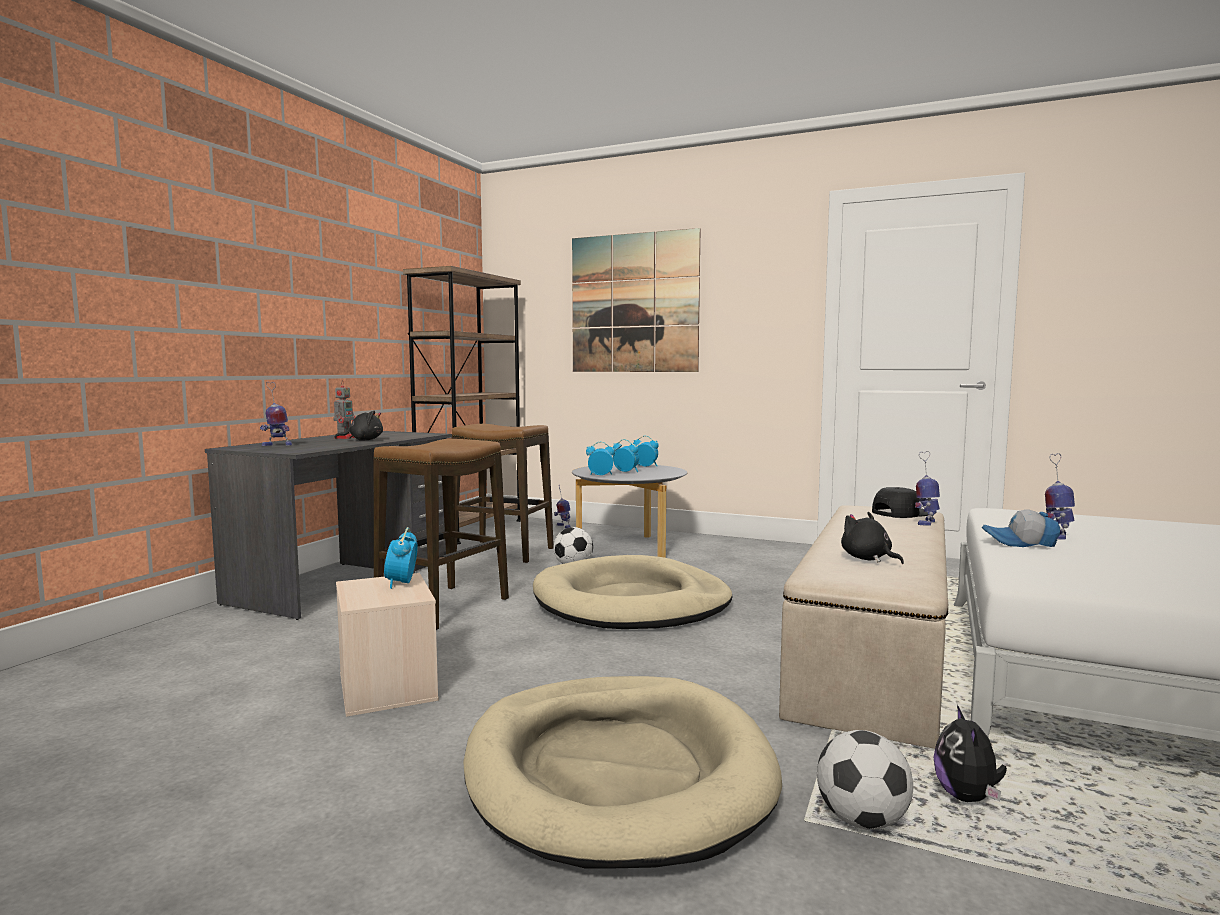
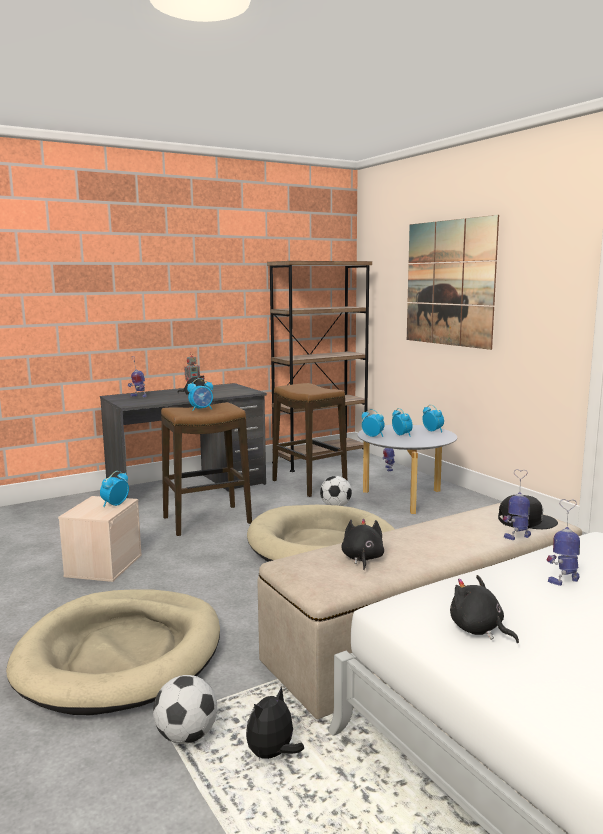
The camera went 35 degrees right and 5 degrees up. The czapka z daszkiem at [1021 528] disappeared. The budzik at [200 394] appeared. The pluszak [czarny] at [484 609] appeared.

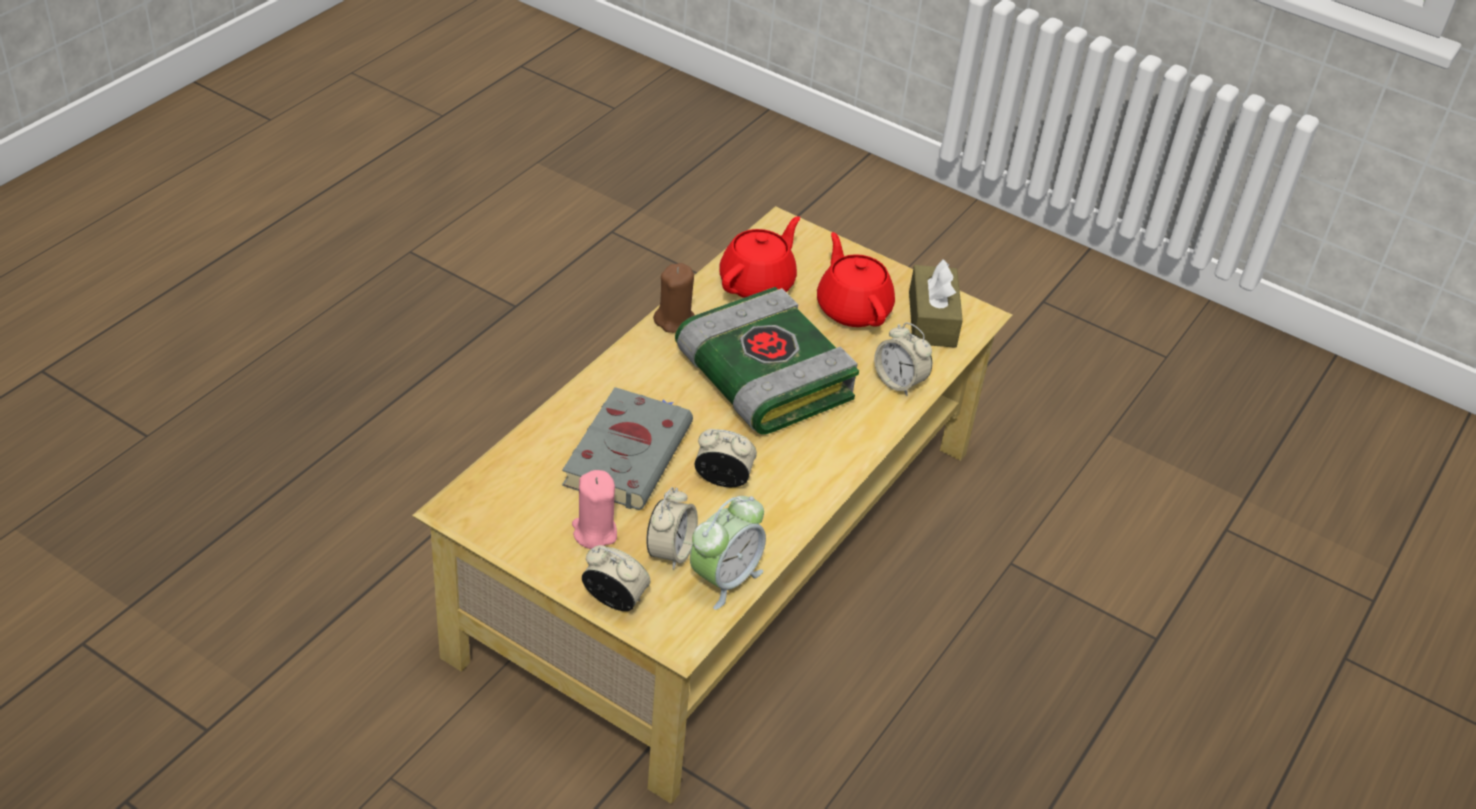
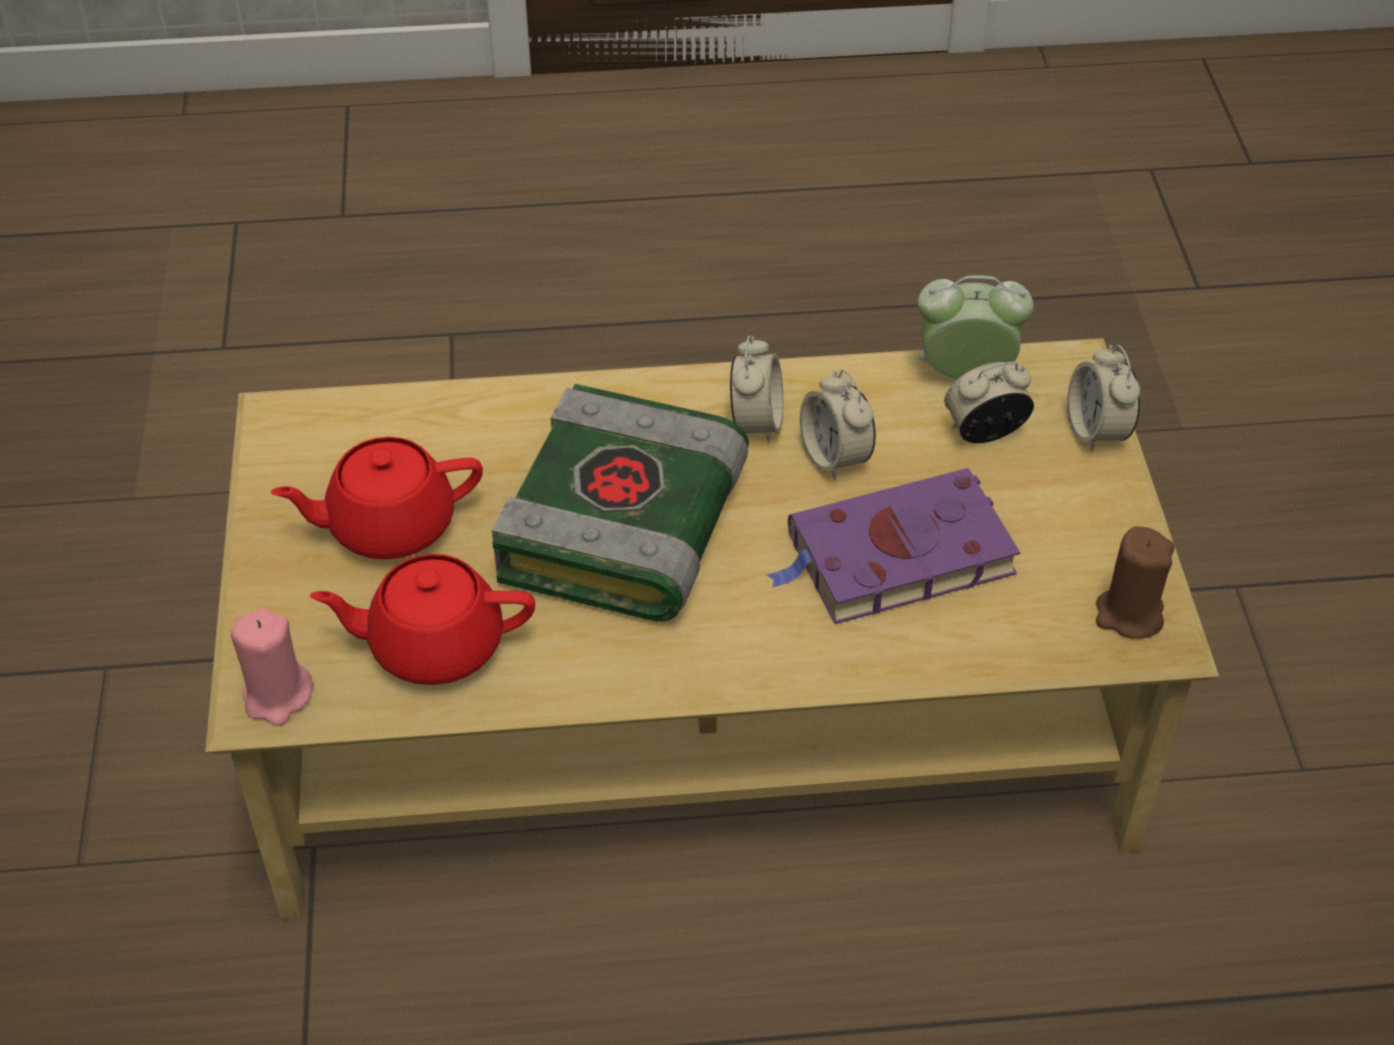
The camera went 125 degrees left and 5 degrees up. The pudełko chusteczek [brązowy] at [936 304] disappeared. The świeca [różowy] moved from [594 509] to [272 667]. The świeca [brązowy] moved from [674 298] to [1135 582]. The budzik moved from [903 359] to [756 389]. The książka [szary] at [627 448] became the książka [fioletowy] at [893 546]. The imbryk [czerwony] at [856 279] turned 45 degrees clockwise.

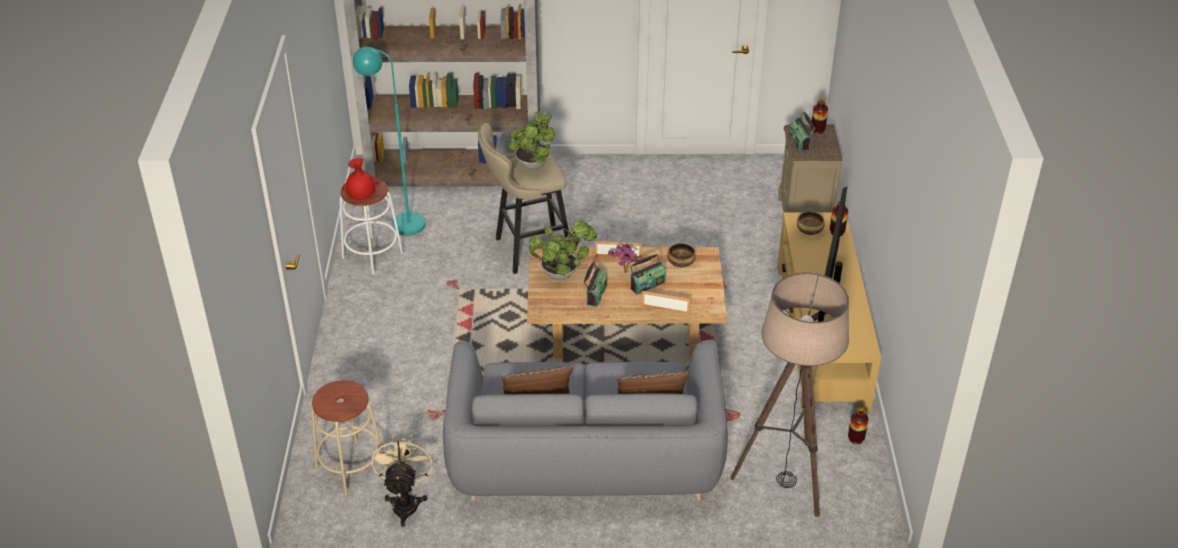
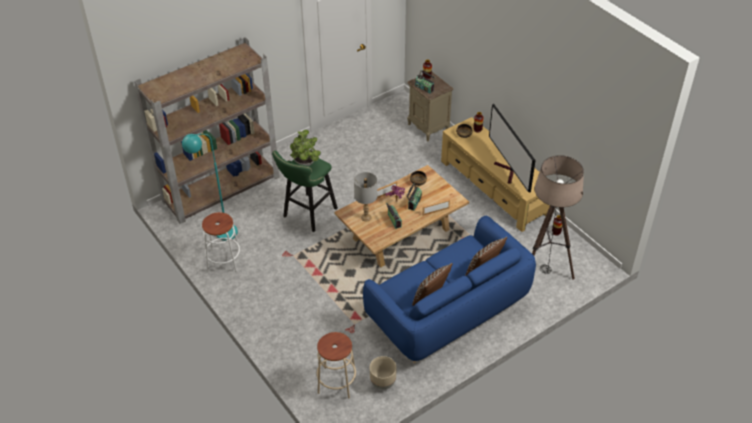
The camera went 35 degrees left and 5 degrees up. The wazon [czerwony] at [360 179] disappeared. The wentylator [beżowy] at [402 480] was replaced by the donica [beżowy] at [383 373]. The roślina doniczkowa at [563 250] was replaced by the lampa stołowa [szary] at [365 196]. The kanapa [szary] at [585 420] became the kanapa [niebieski] at [449 289]. The stołek [beżowy] at [523 198] became the stołek [zielony] at [305 191].

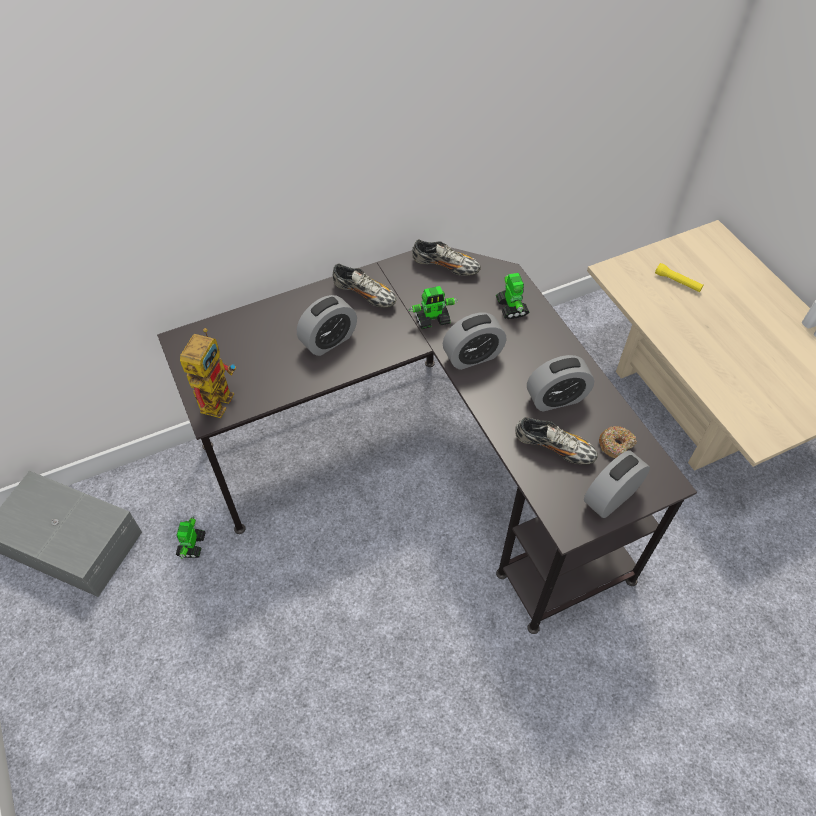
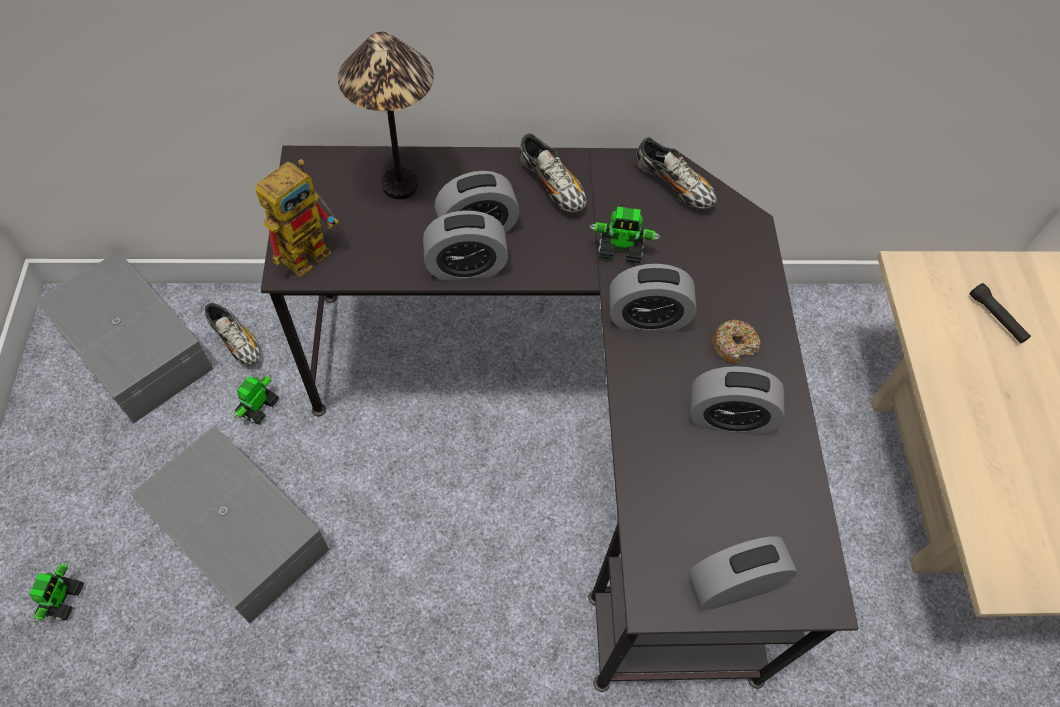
The camera went 20 degrees right and 5 degrees up. The pojemnik do przechowywania [szary] at [229 524] appeared. The lampa stołowa at [386 116] appeared. The budzik at [465 245] appeared. The robot zabawkowy moved from [512 296] to [56 592]. The but moved from [556 440] to [233 334]. The donut moved from [618 442] to [736 342]. The latarka [żółty] at [679 277] became the latarka [czarny] at [1000 313].

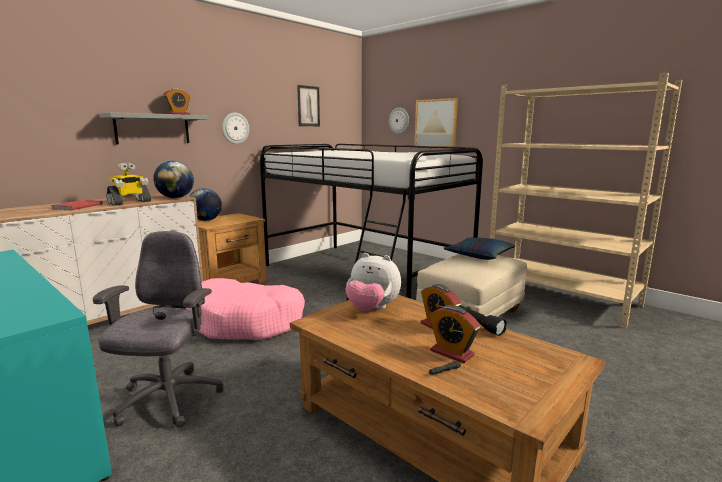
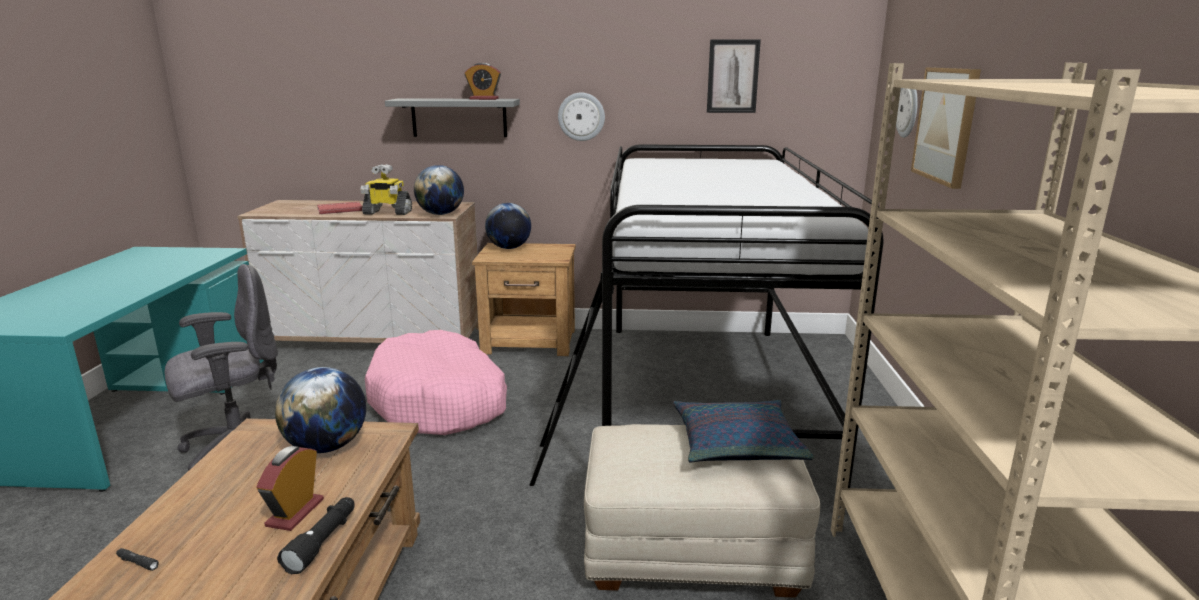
The camera went 50 degrees right and 5 degrees up. The budzik at [454 334] disappeared. The pluszak at [373 282] was replaced by the globus at [320 410].

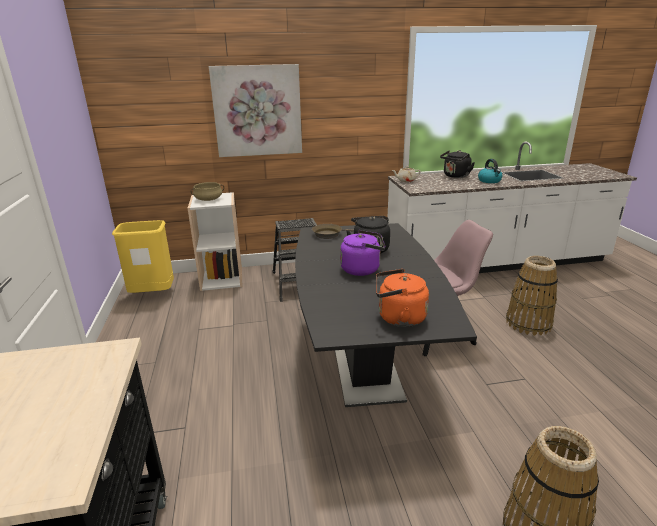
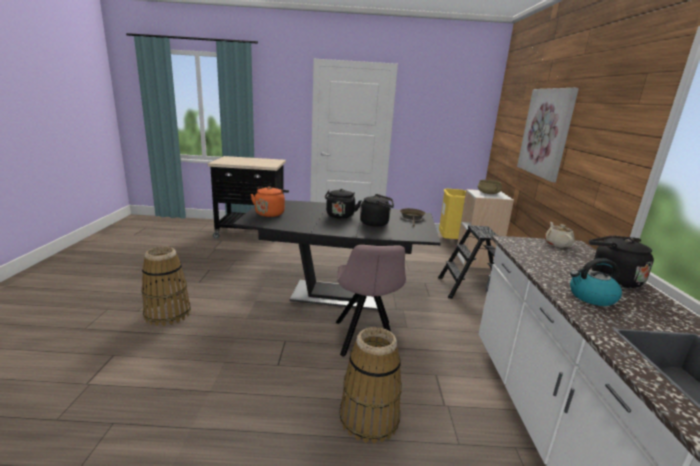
The camera went 100 degrees right and 5 degrees down. The czajnik [fioletowy] at [363 253] became the czajnik [czarny] at [343 204].

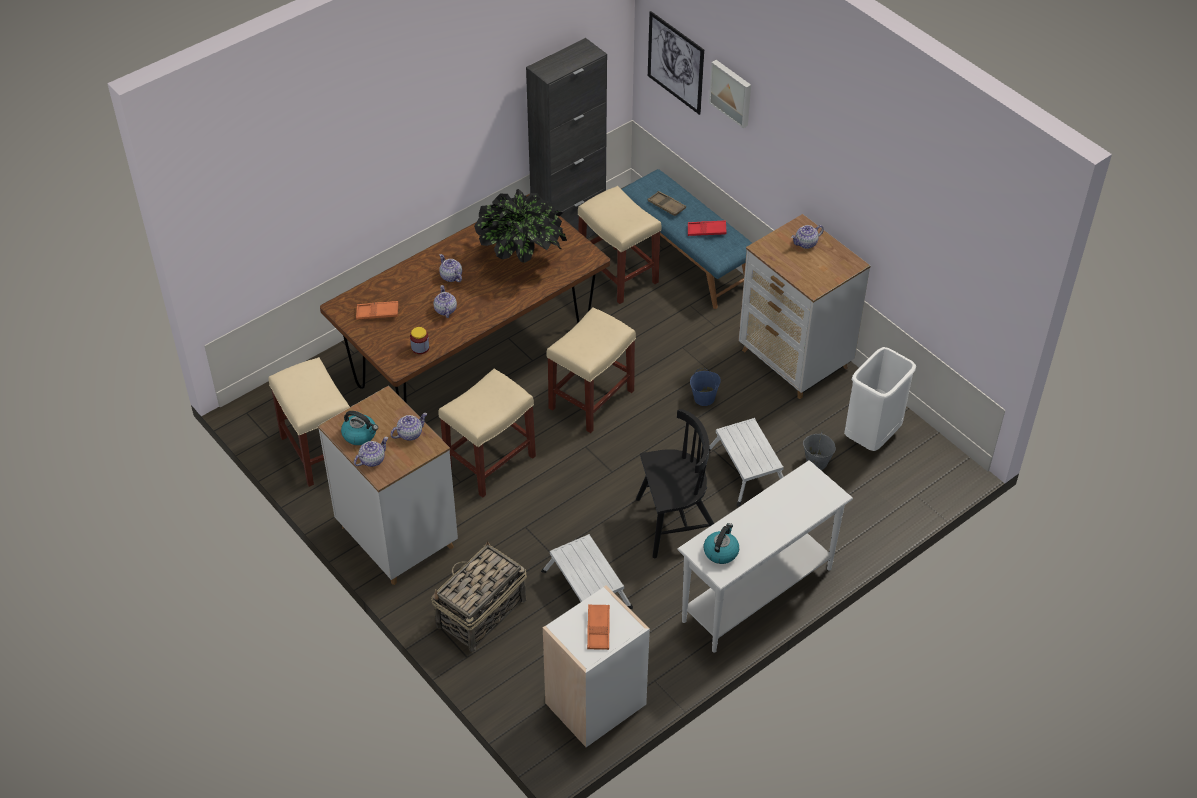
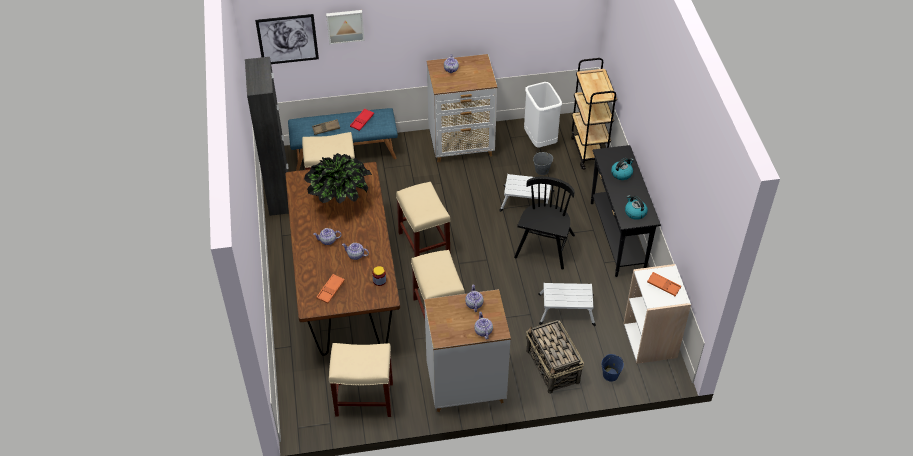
The camera went 60 degrees left and 0 degrees up. The wózek [brązowy] at [594 114] appeared. The czajnik moved from [359 428] to [622 169]. The wiadro [niebieski] moved from [705 387] to [612 368]. The stolik konsolowy [biały] at [765 556] became the stolik konsolowy [czarny] at [626 211].

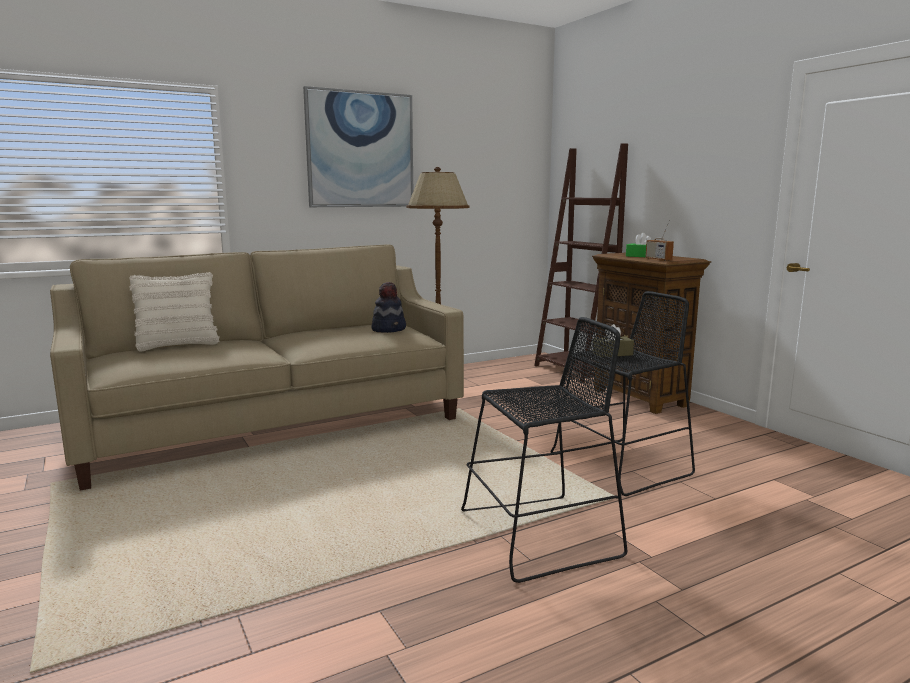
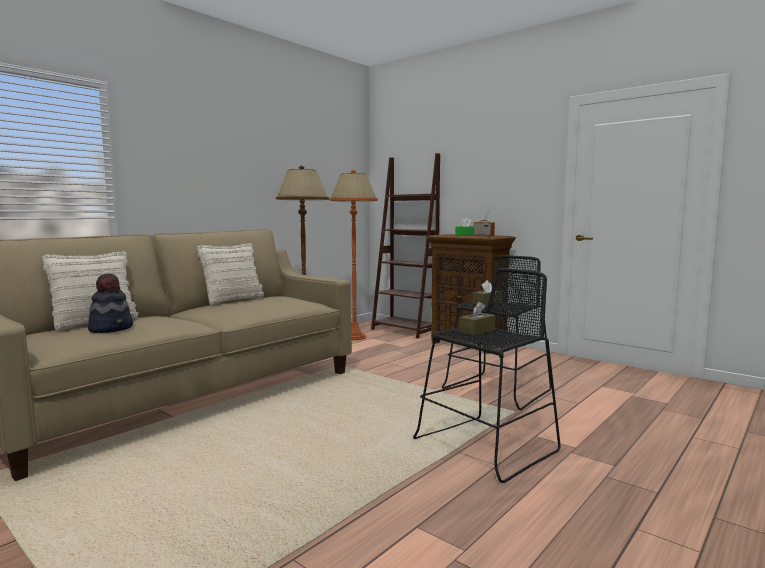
The camera went 20 degrees left and 5 degrees down. The obraz at [358 146] disappeared. The poduszka [beżowy] at [230 274] appeared. The lampa stojąca [pomarańczowy] at [353 255] appeared. The pudełko chusteczek [brązowy] at [477 318] appeared. The kapelusz moved from [388 307] to [110 303].

